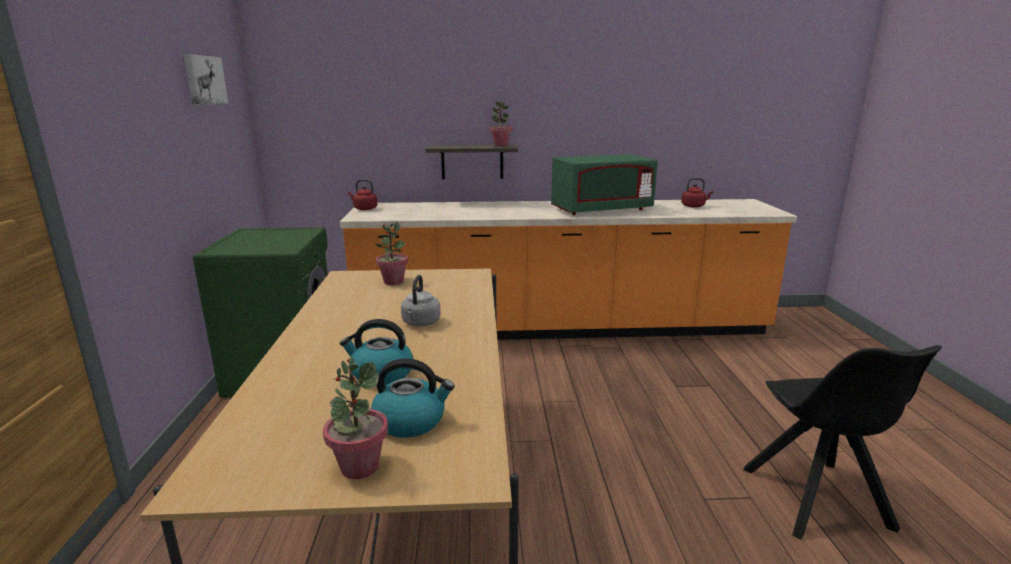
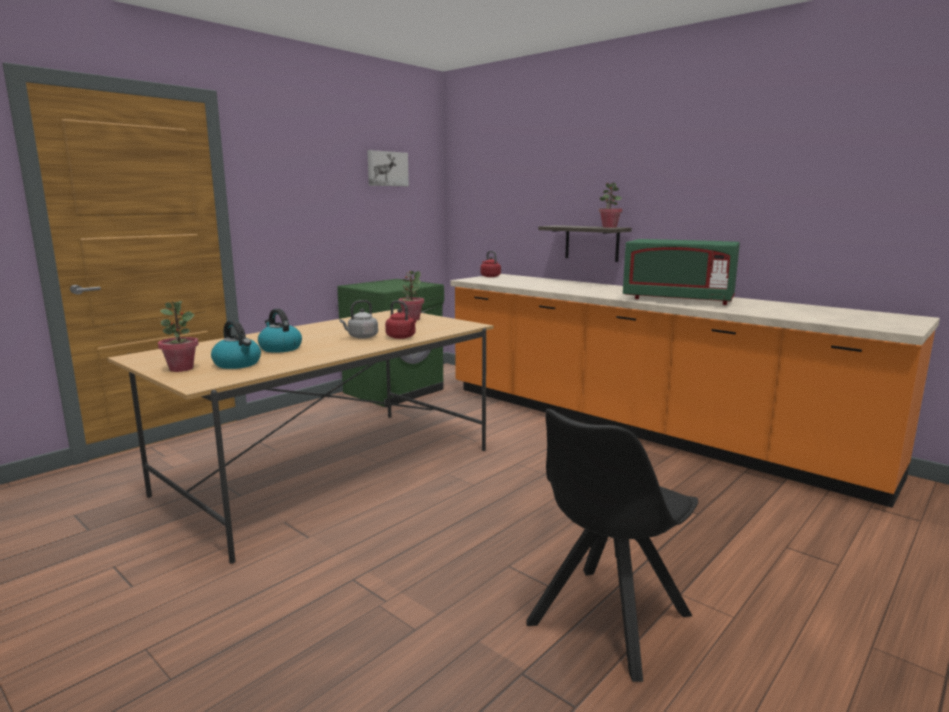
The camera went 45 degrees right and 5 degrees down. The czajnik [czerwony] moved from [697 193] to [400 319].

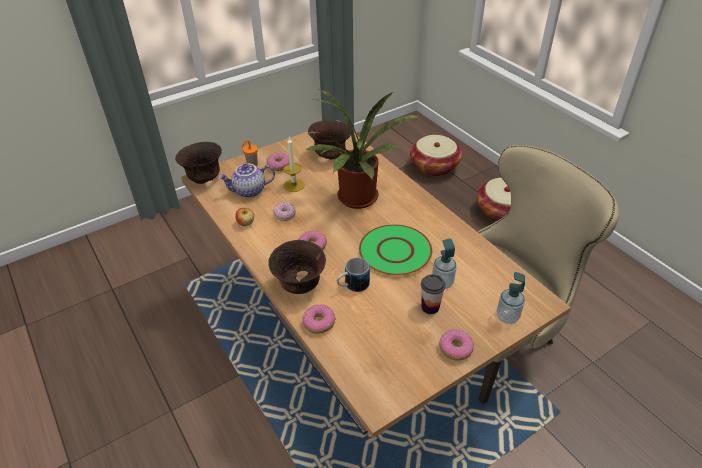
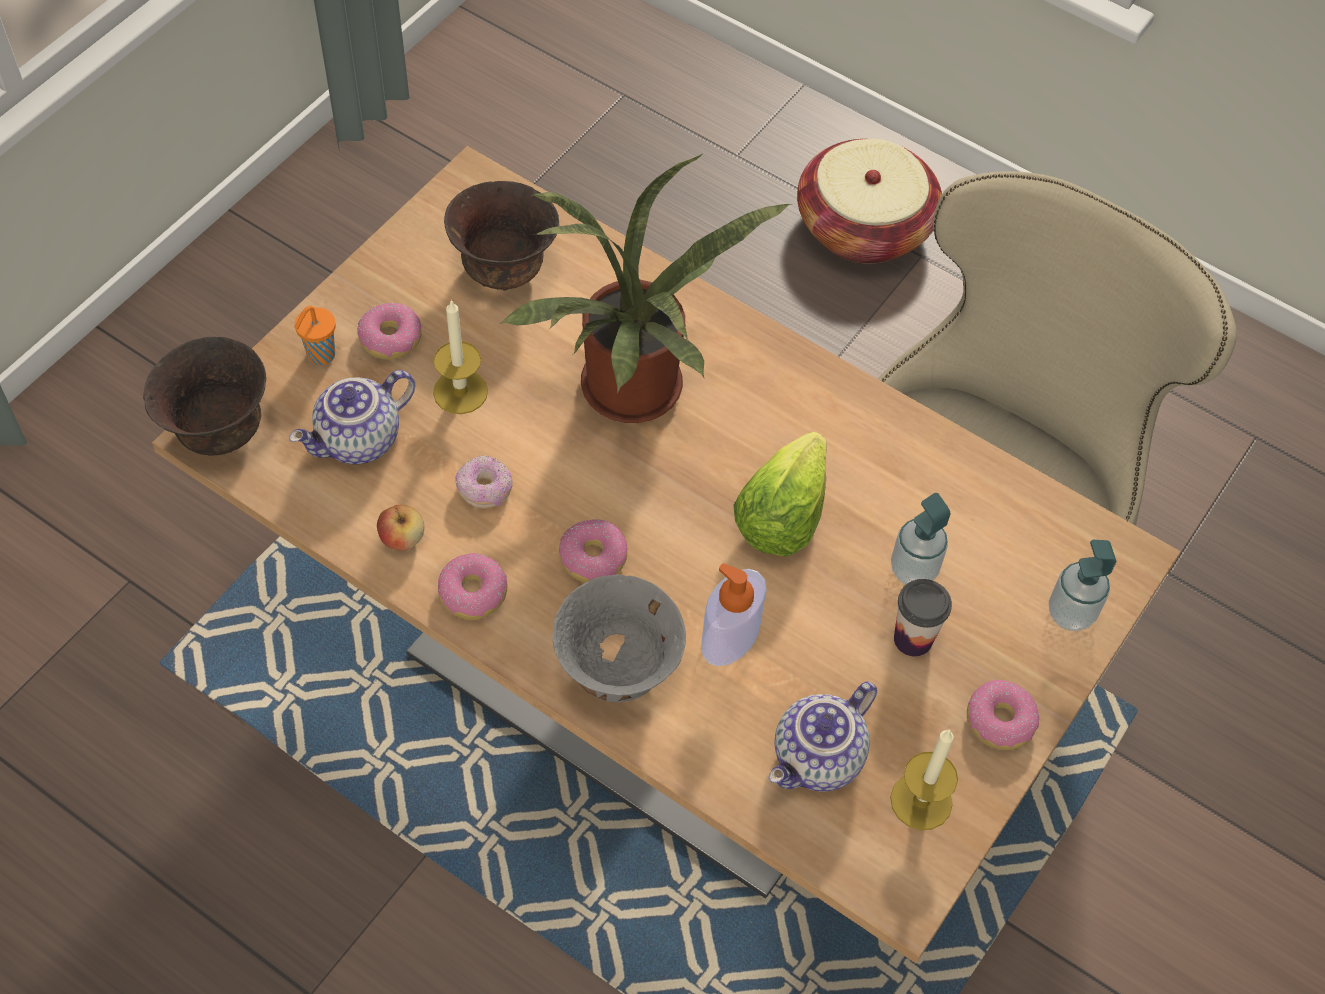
The camera went 25 degrees left and 15 degrees up. The koszyk at [436 155] disappeared. The imbryk at [823 737] appeared. The świeca at [924 779] appeared. The donut moved from [319 319] to [472 586]. The kubek at [353 274] was replaced by the dozownik mydła at [733 614]. The talerz [zielony] at [395 250] was replaced by the sałata at [780 494]. The miska [brązowy] at [297 267] became the miska [szary] at [619 638].

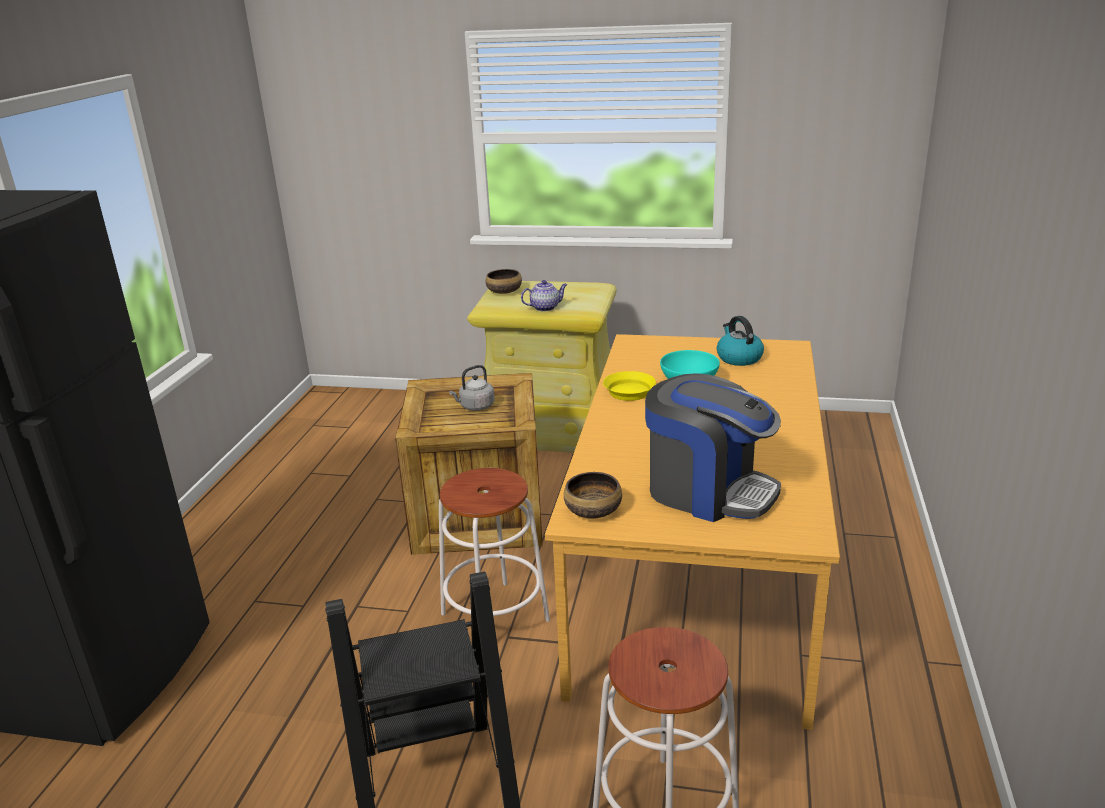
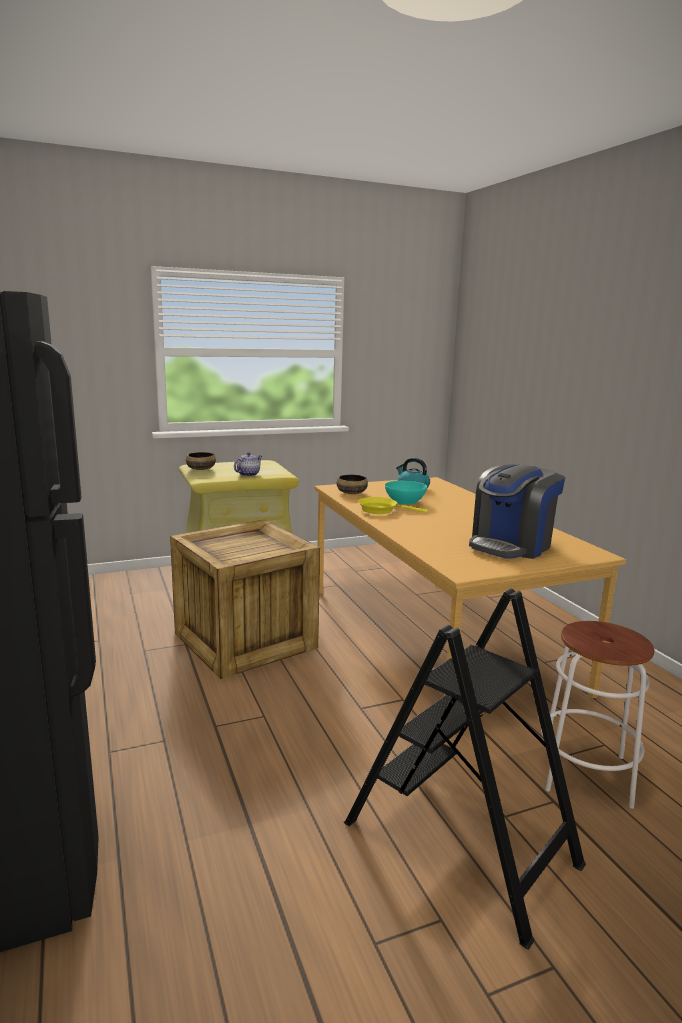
The camera went 35 degrees left and 10 degrees down. The stołek [biały] at [494 545] disappeared. The czajnik [szary] at [472 388] disappeared. The miska moved from [593 495] to [352 484]. The ekspres do kawy at [713 447] turned 135 degrees clockwise.

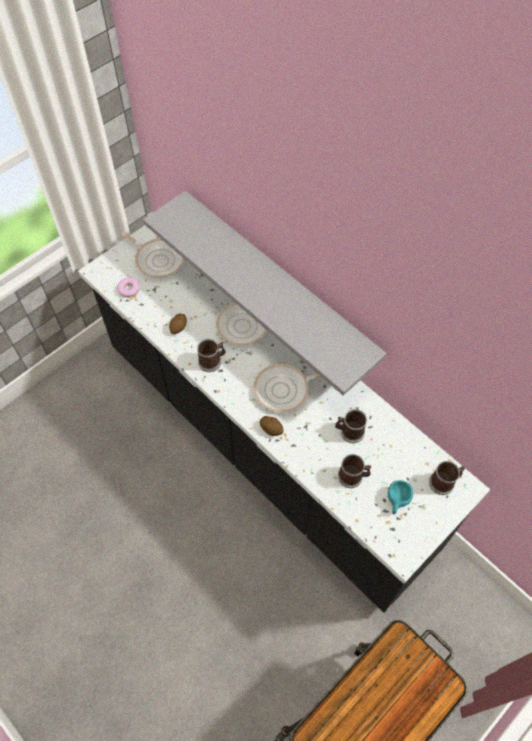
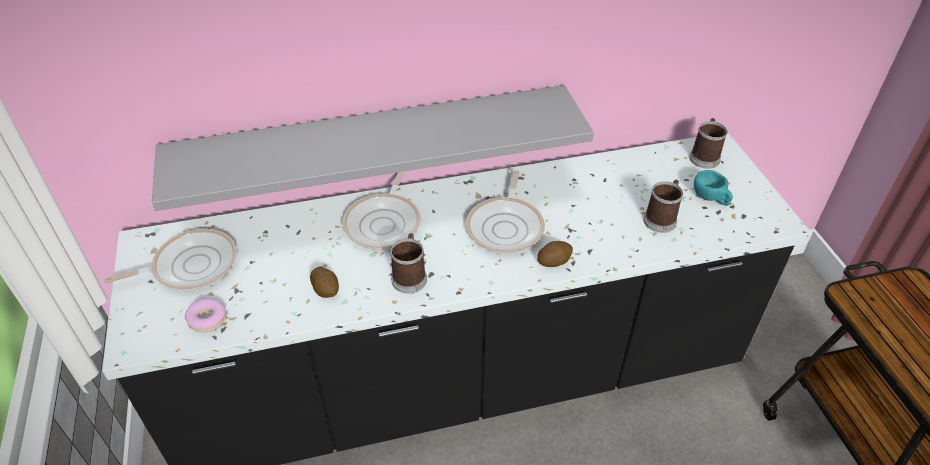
The camera went 60 degrees left and 15 degrees down. The kubek at [351 426] disappeared.

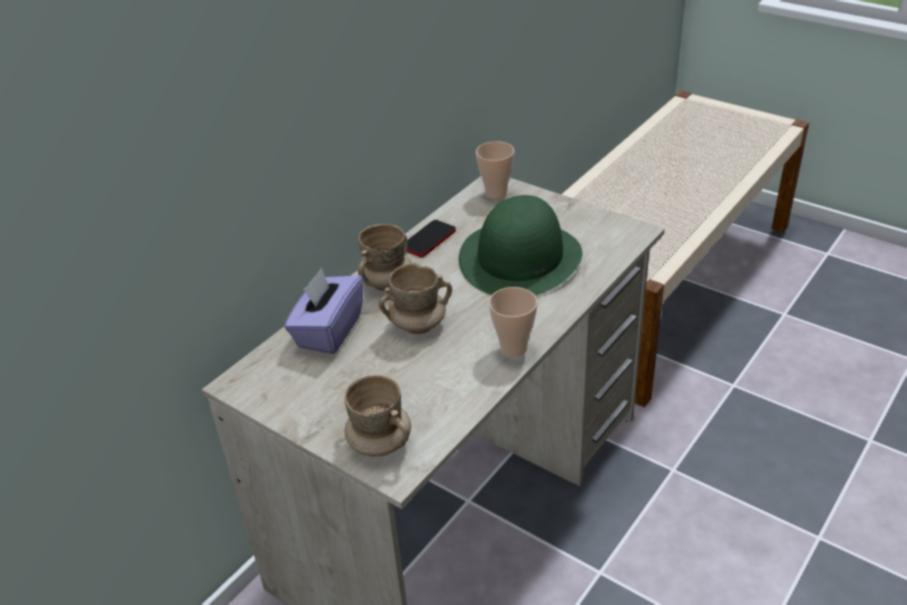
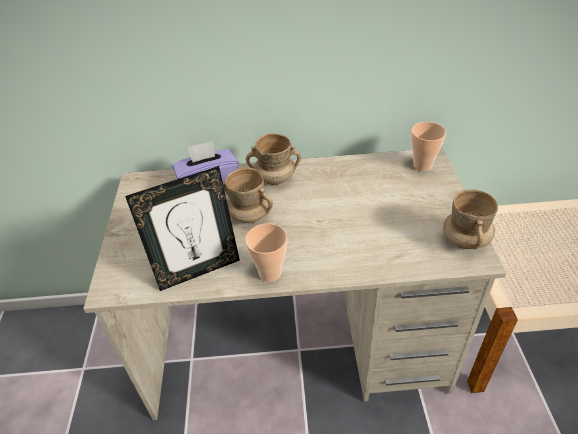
The camera went 50 degrees right and 5 degrees up. The telefon at [431 238] disappeared. The kapelusz [zielony] at [520 245] disappeared. The ramka na zdjęcie at [182 228] appeared. The kubek [beżowy] moved from [377 416] to [470 219].

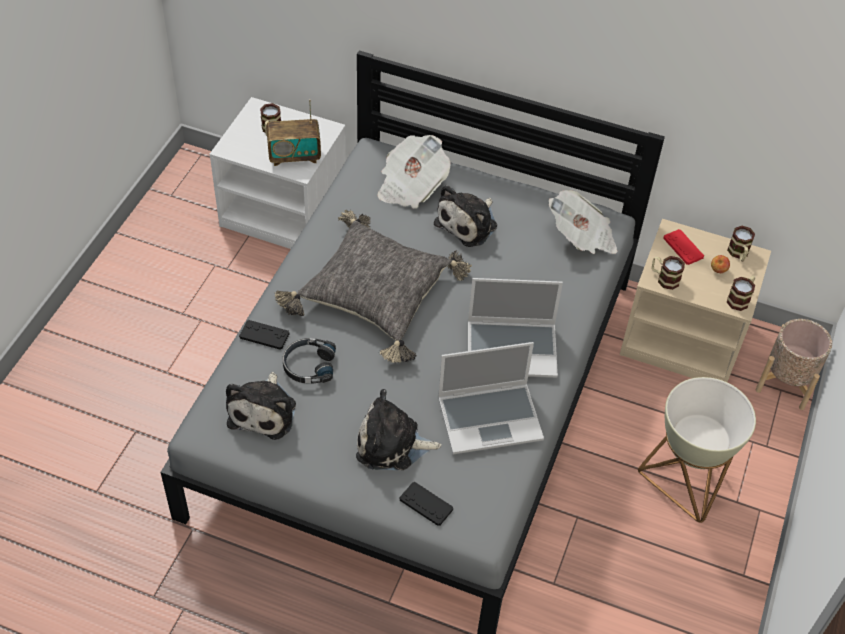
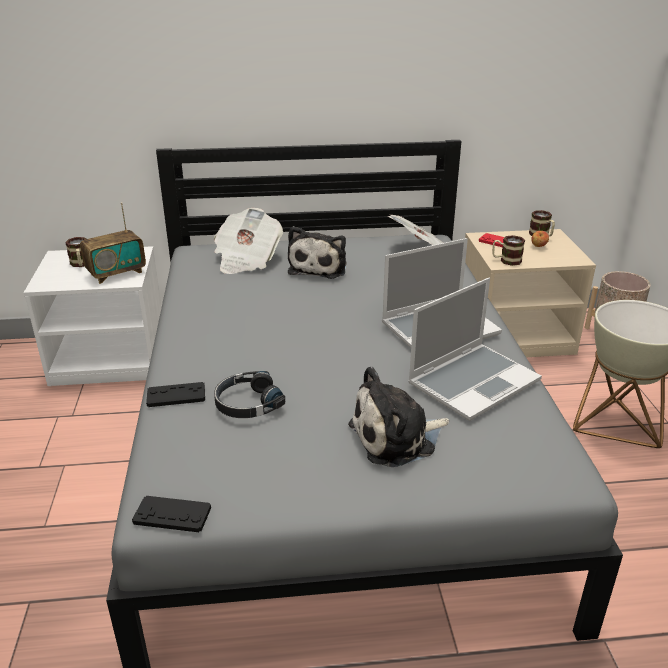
The camera went 25 degrees left and 20 degrees down. The pluszak at [261 406] disappeared. The poduszka at [373 286] disappeared. The kubek at [741 293] disappeared. The pad do gier [czarny] moved from [426 504] to [171 514].

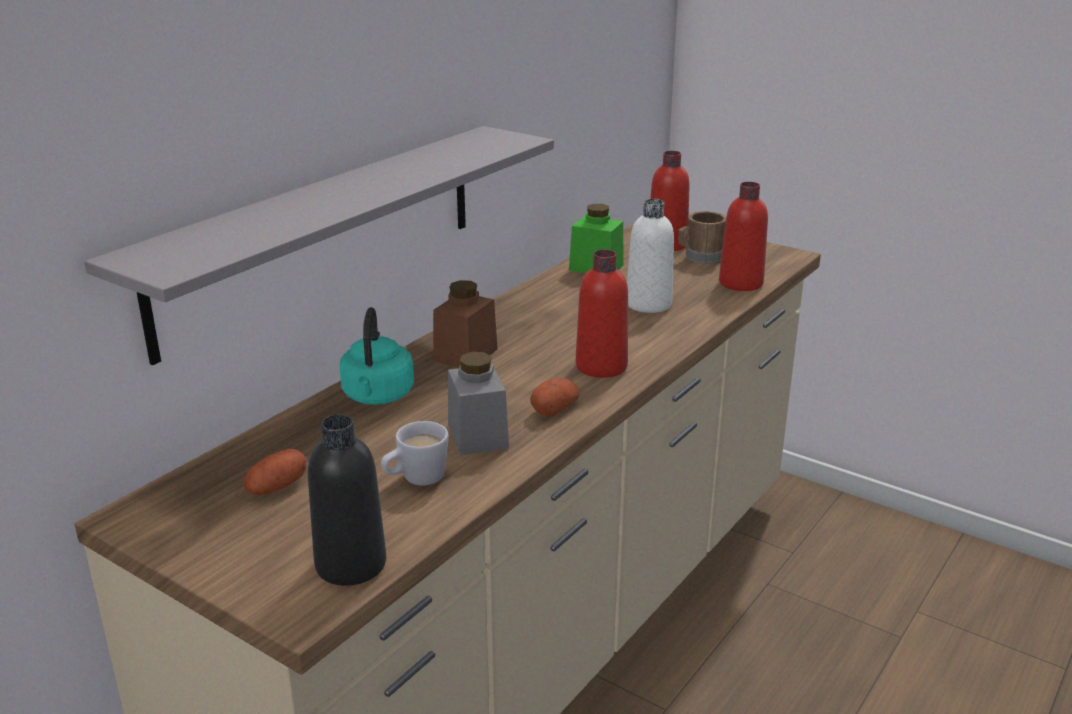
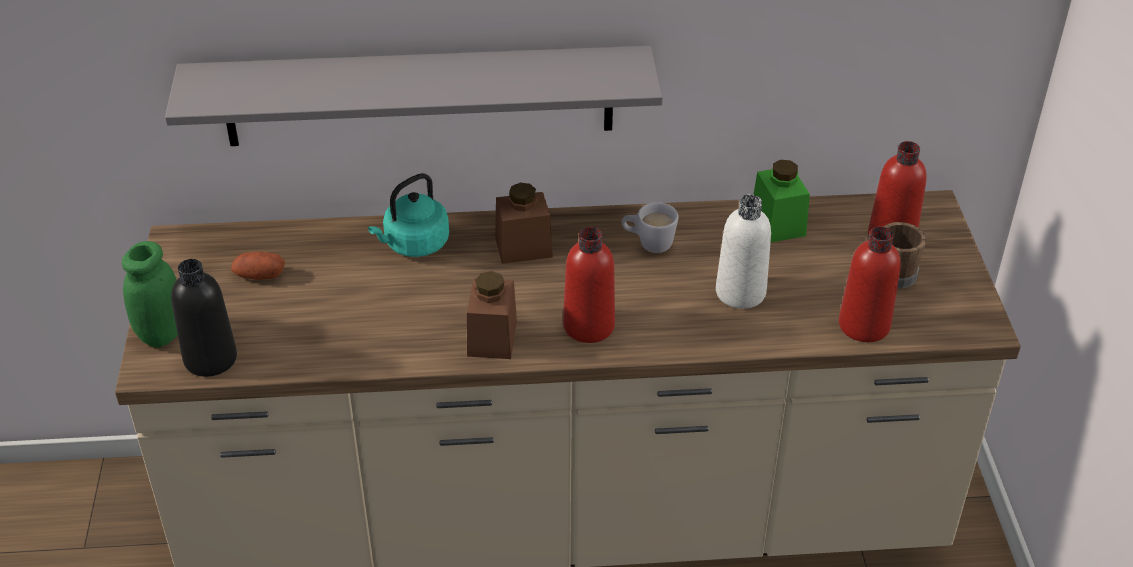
The camera went 50 degrees right and 15 degrees up. The słoik [szary] at [478 404] disappeared. The słoik [zielony] at [150 294] appeared. The kubek [biały] moved from [415 453] to [650 227]. The ziemniak at [554 397] was replaced by the słoik [brązowy] at [492 315].

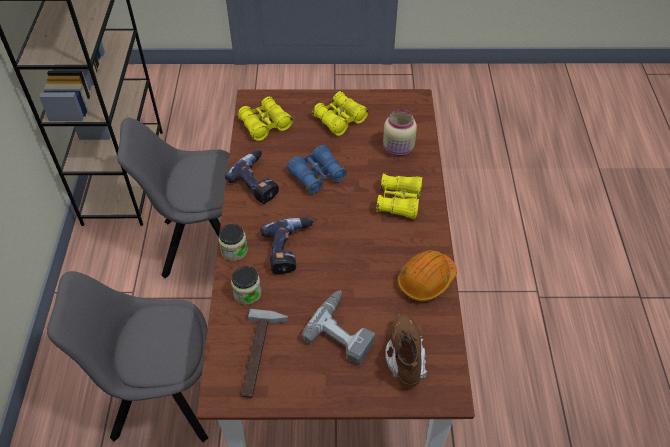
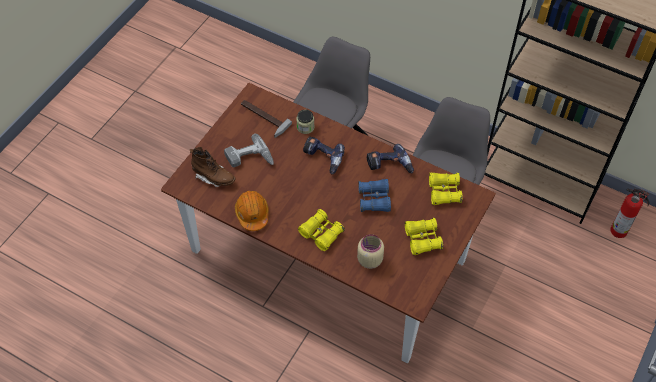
The camera went 120 degrees right and 5 degrees up. The słoik at [233 242] disappeared. The gaśnica at [630 213] appeared.

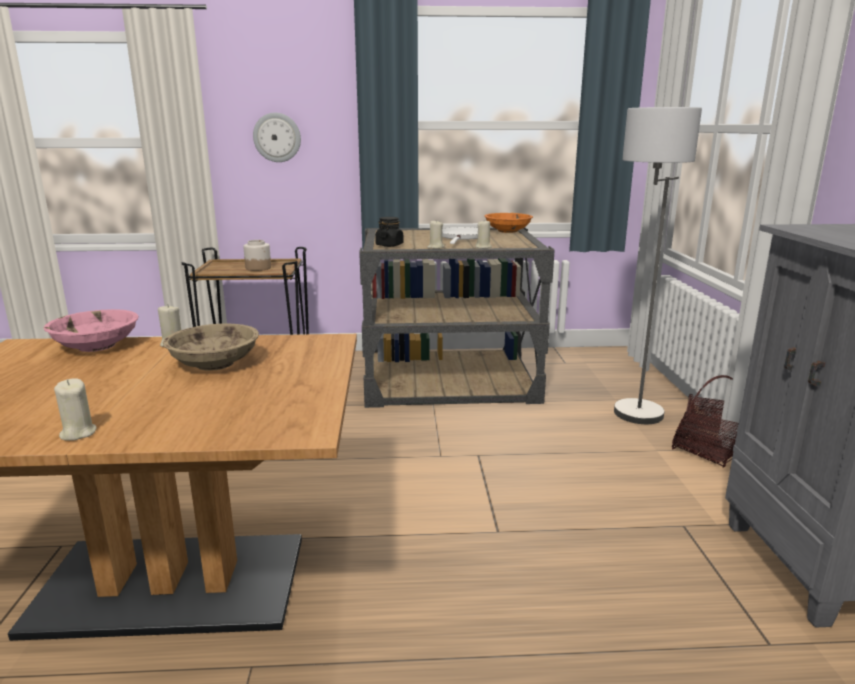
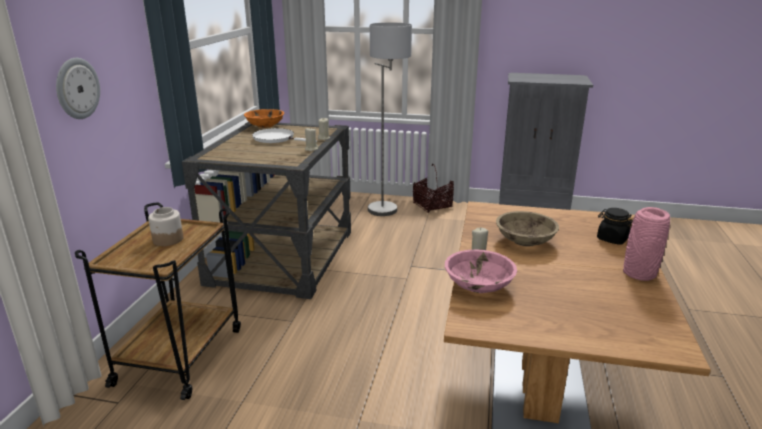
The camera went 75 degrees left and 5 degrees up. The słoik [czarny] moved from [389 232] to [615 226]. The świeca [beżowy] at [75 409] was replaced by the wazon [różowy] at [646 244].

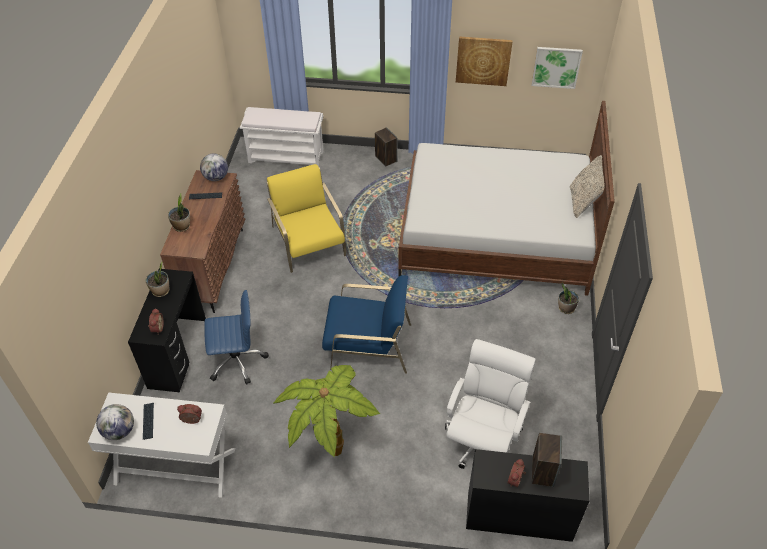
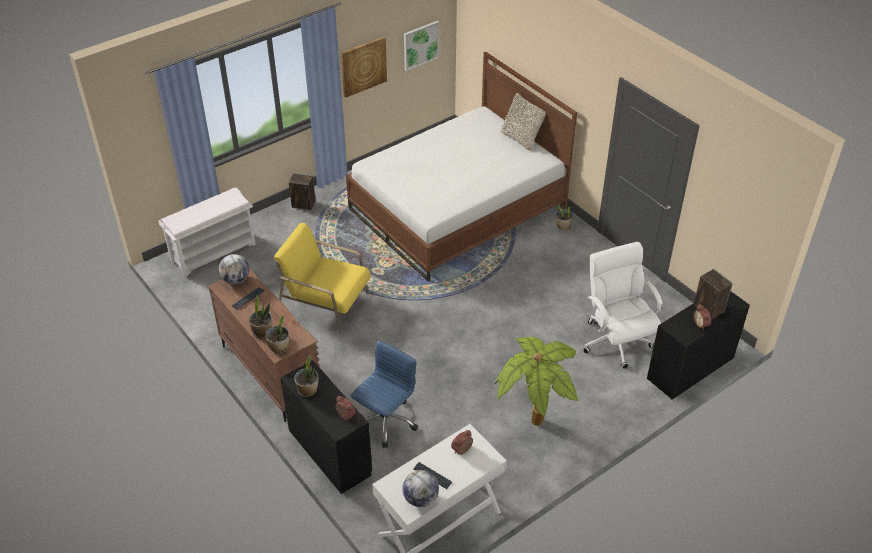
The camera went 45 degrees left and 5 degrees down. The fotel [niebieski] at [366 324] disappeared. The roślina doniczkowa at [277 334] appeared.

